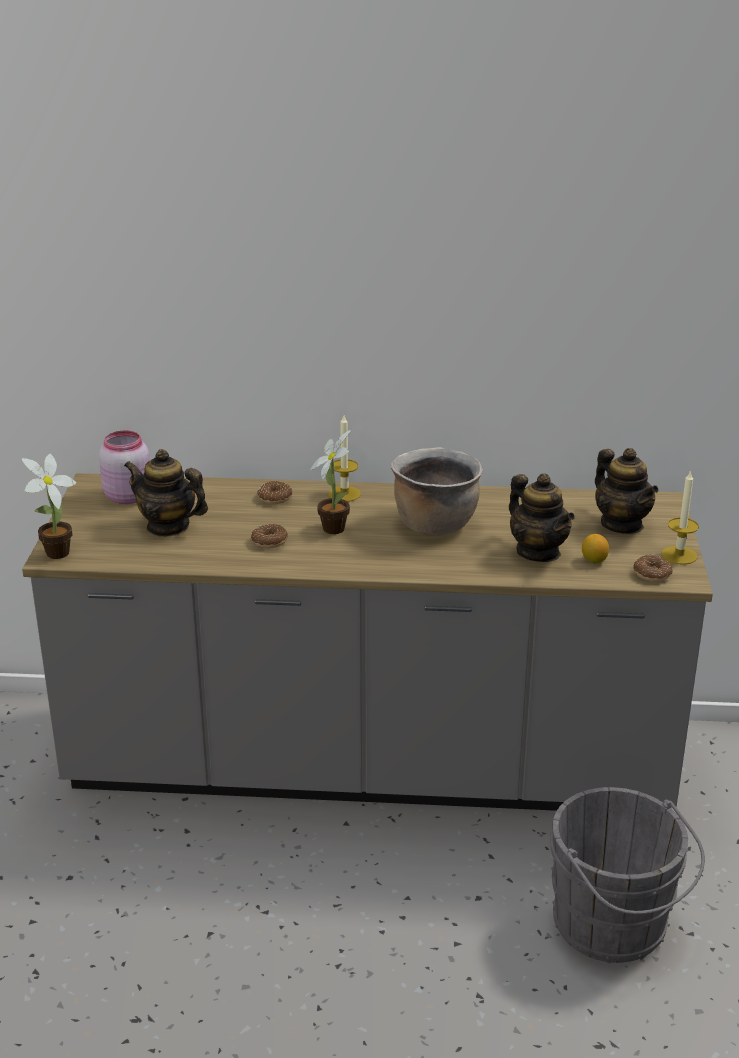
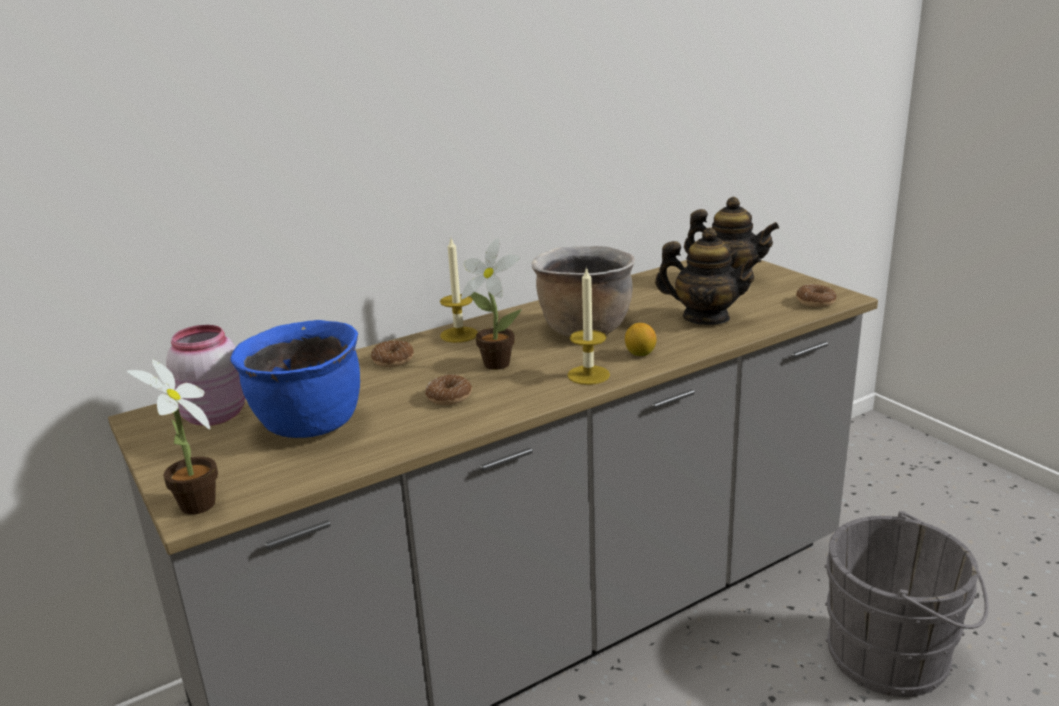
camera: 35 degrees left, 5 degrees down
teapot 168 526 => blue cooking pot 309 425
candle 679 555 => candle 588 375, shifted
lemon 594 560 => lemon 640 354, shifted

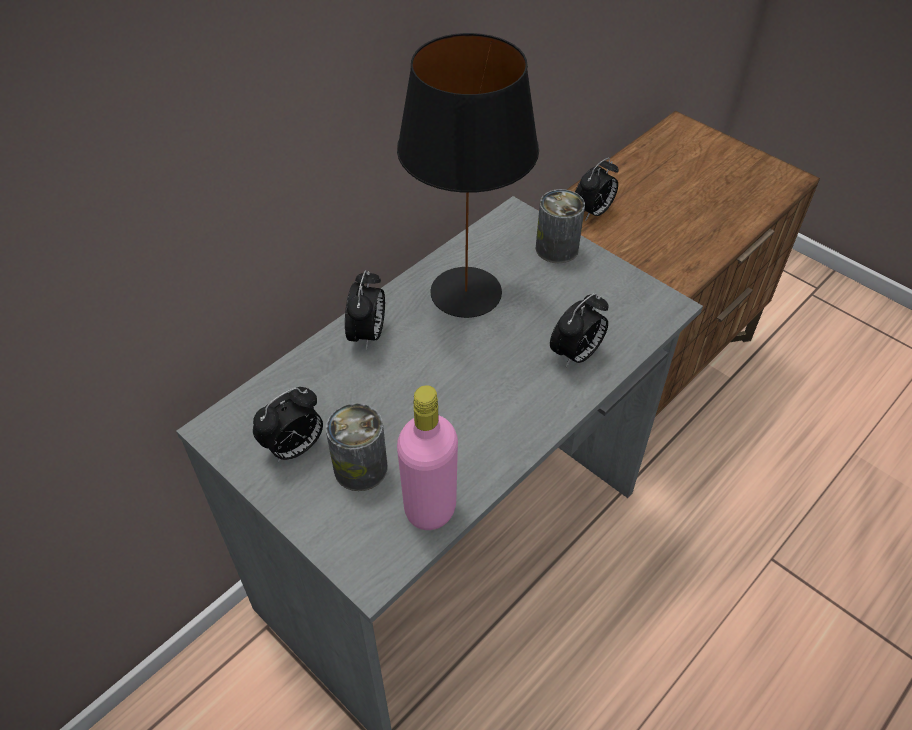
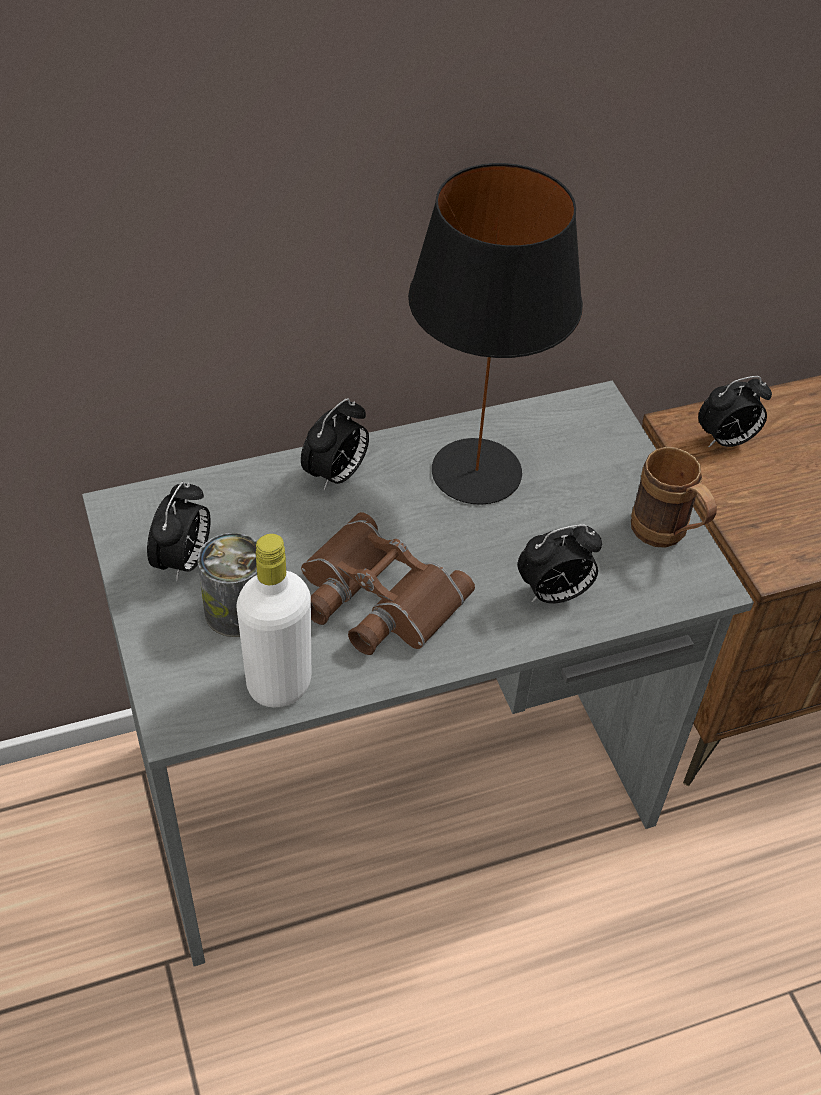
camera: 25 degrees right, 0 degrees up
can 557 248 => nothing
pink bottle 430 508 => white bottle 279 684
alarm clock 294 448 => alarm clock 183 562, 60 degrees counterclockwise
nothing => brown mug 666 537
nothing => brown binoculars 375 598

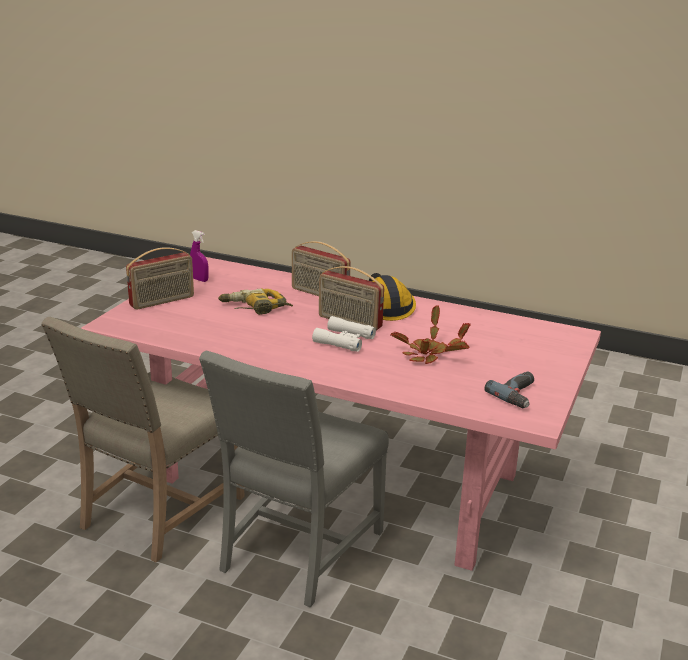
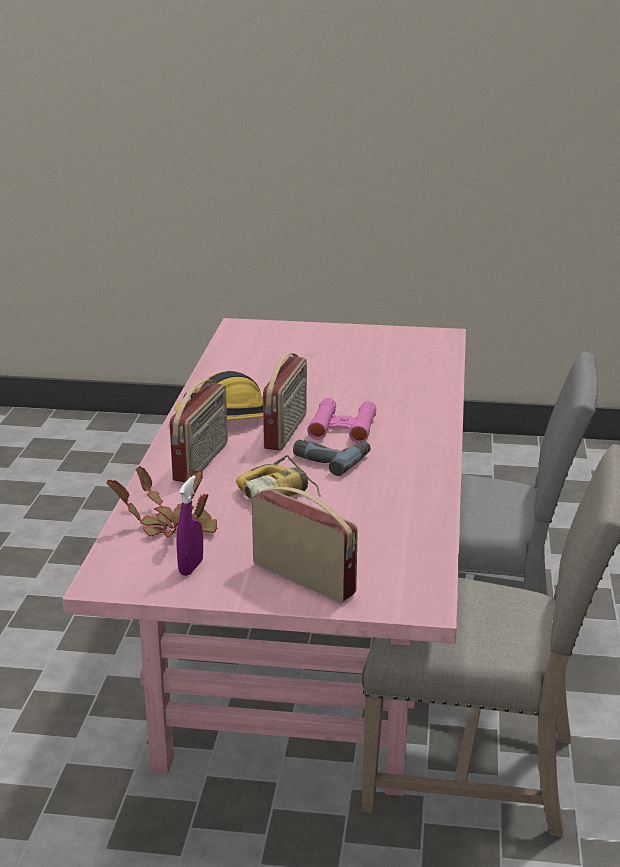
camera: 105 degrees left, 0 degrees up
potted plant 429 354 => potted plant 174 526, shifted
white binoculars 344 340 => pink binoculars 343 428
power drill 519 395 => power drill 331 458, shifted

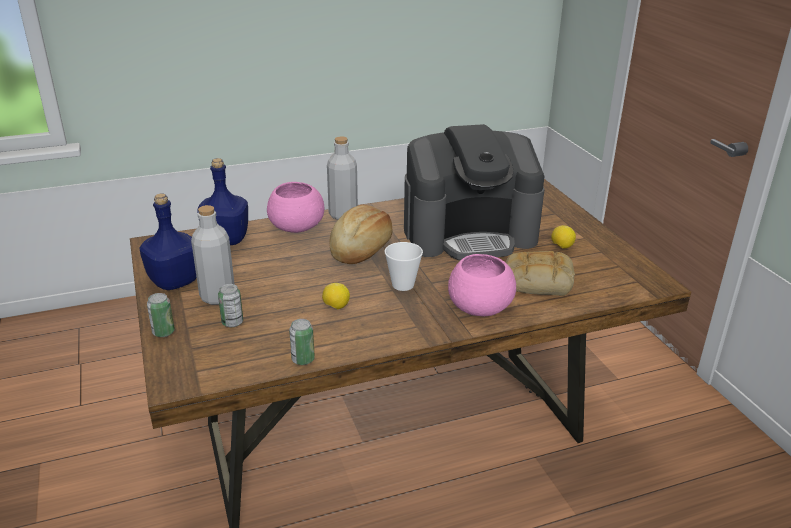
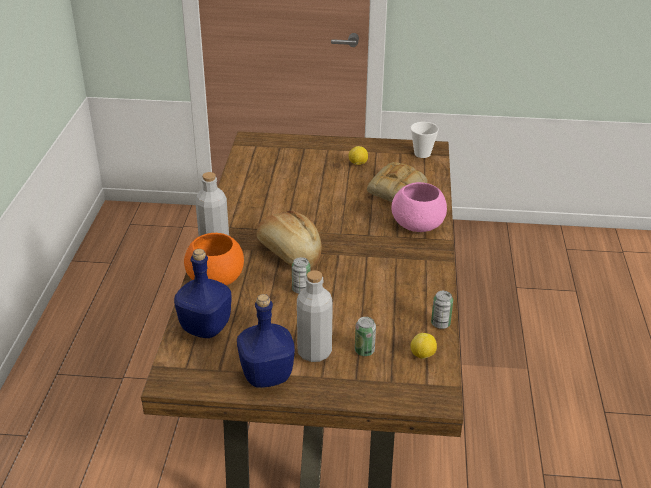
camera: 65 degrees left, 5 degrees up
coffee machine 469 233 => nothing
pink bowl 295 227 => orange bowl 216 279
cup 403 285 => cup 422 154, shifted
lemon 336 307 => lemon 423 355, shifted
can 163 332 => can 301 289, shifted

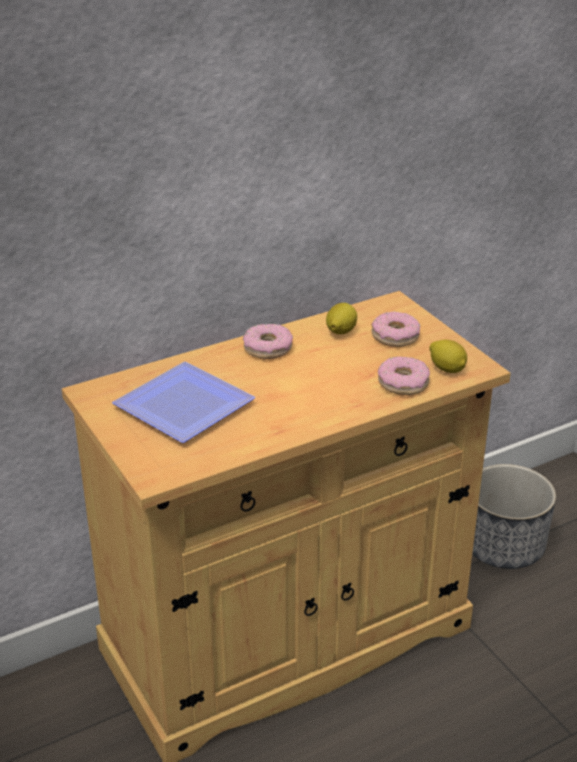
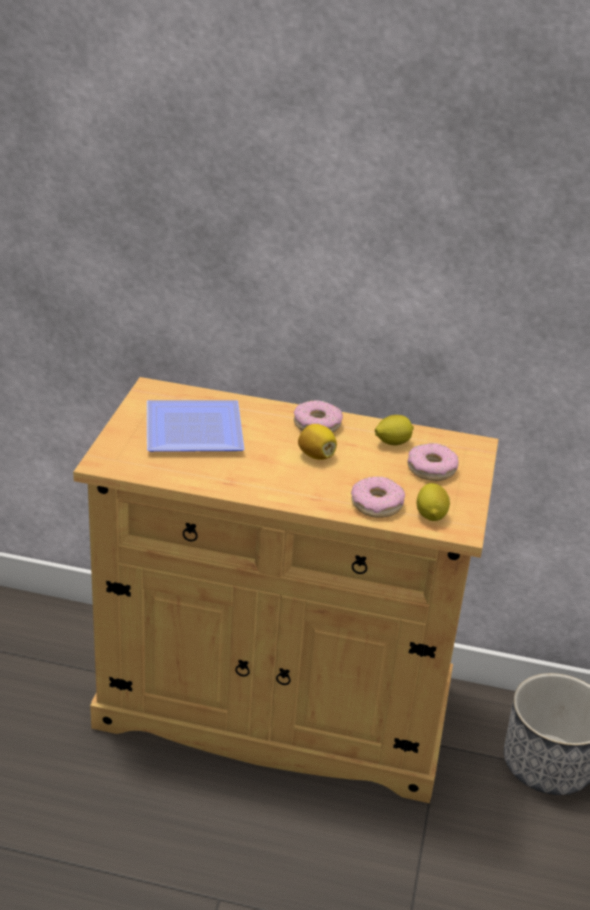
camera: 40 degrees right, 0 degrees up
nothing => lemon 316 456

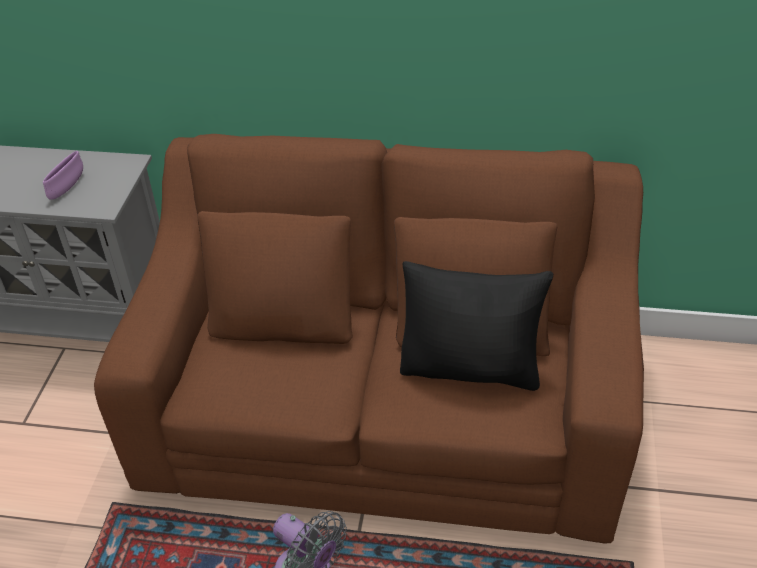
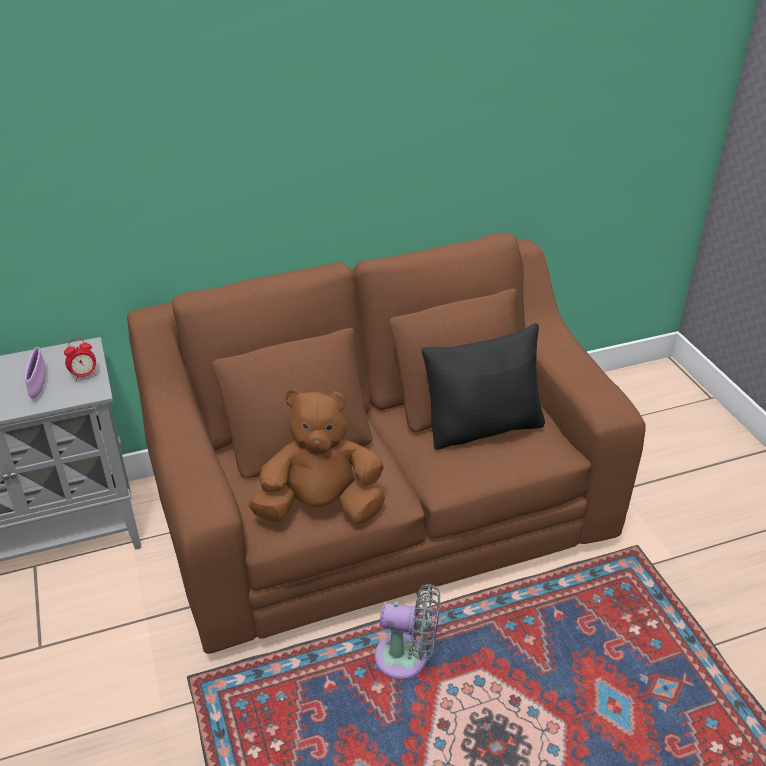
camera: 30 degrees left, 5 degrees down
nothing => alarm clock 84 375
nothing => brown plush toy 321 508

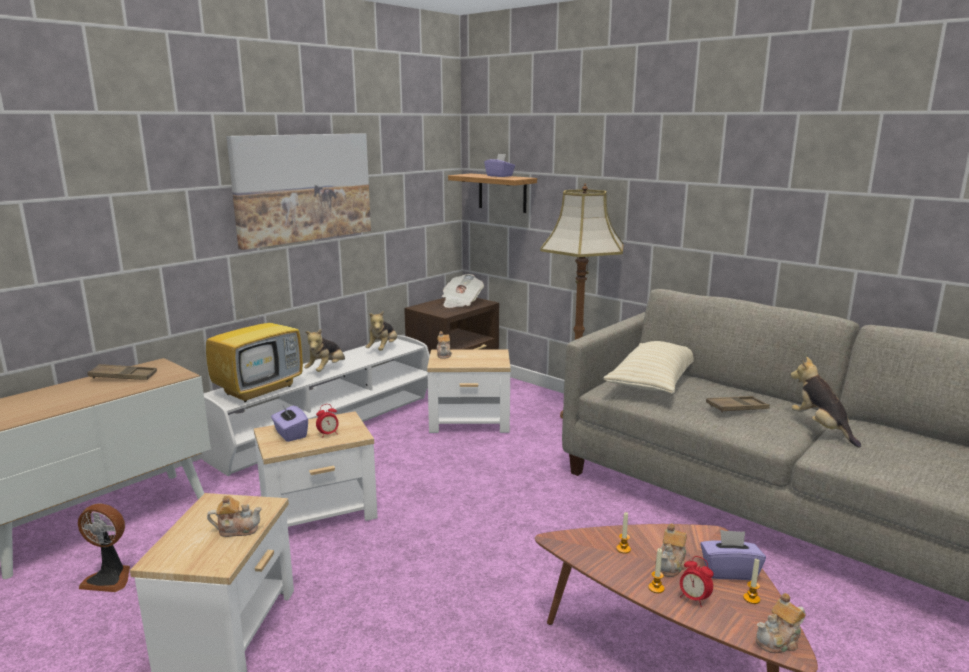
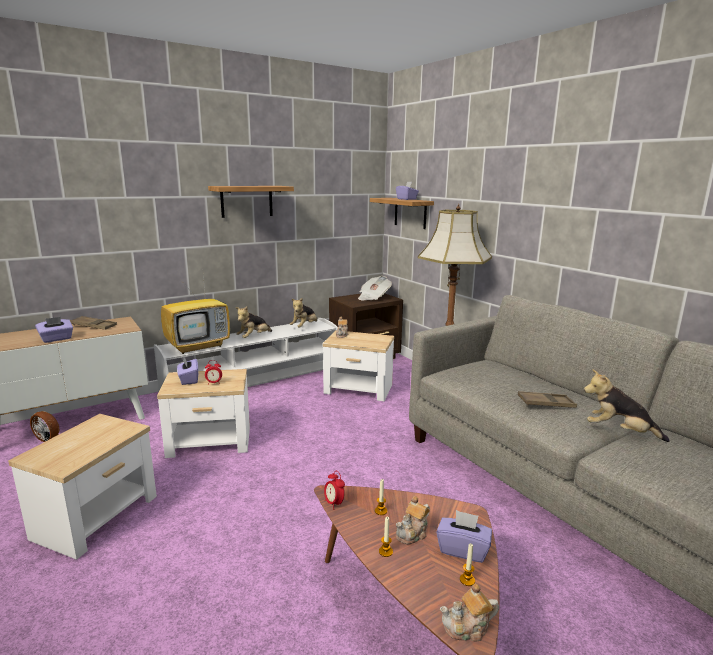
camera: 15 degrees right, 0 degrees up
picture 303 187 => shelf 246 201
beige pillow 653 383 => nothing
plush toy 821 428 => plush toy 619 432, 60 degrees counterclockwise
teapot 237 529 => nothing
alarm clock 694 599 => alarm clock 334 503, shifted
nothing => purple tissue box 56 339

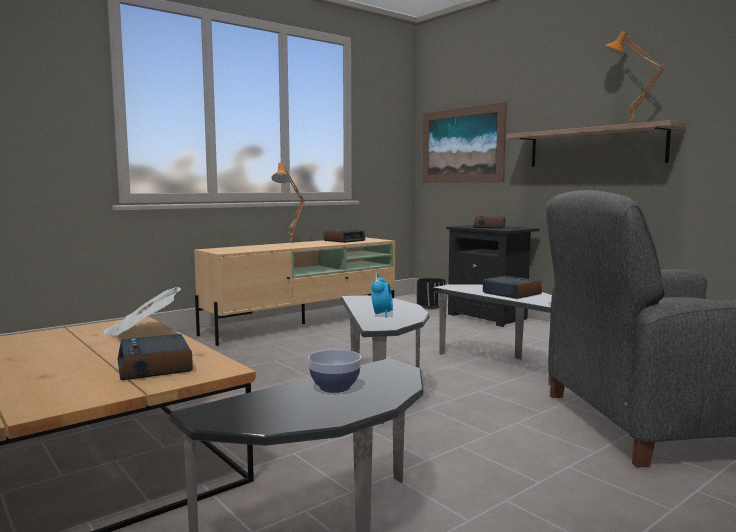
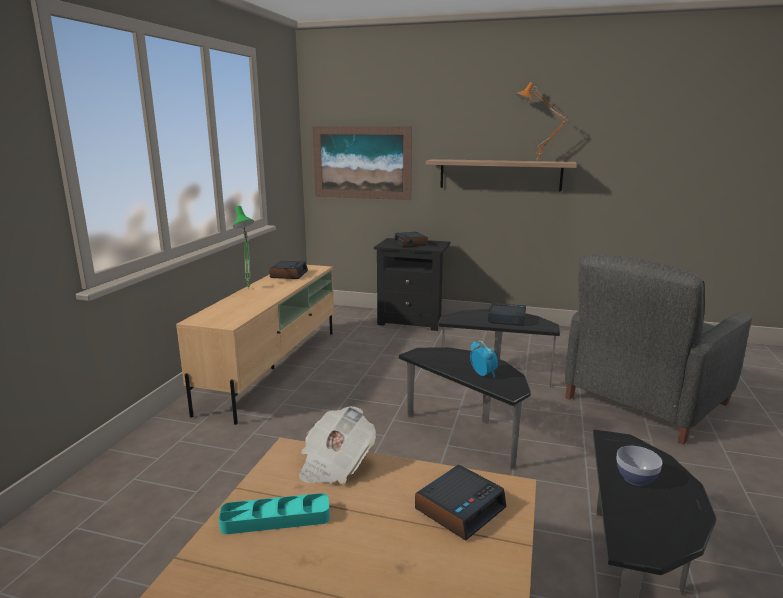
camera: 35 degrees left, 10 degrees up
orange table lamp 292 243 => green table lamp 250 288
black planter 431 307 => nothing
alarm clock 155 366 => alarm clock 460 508, 75 degrees counterclockwise
nothing => turquoise tray 276 519

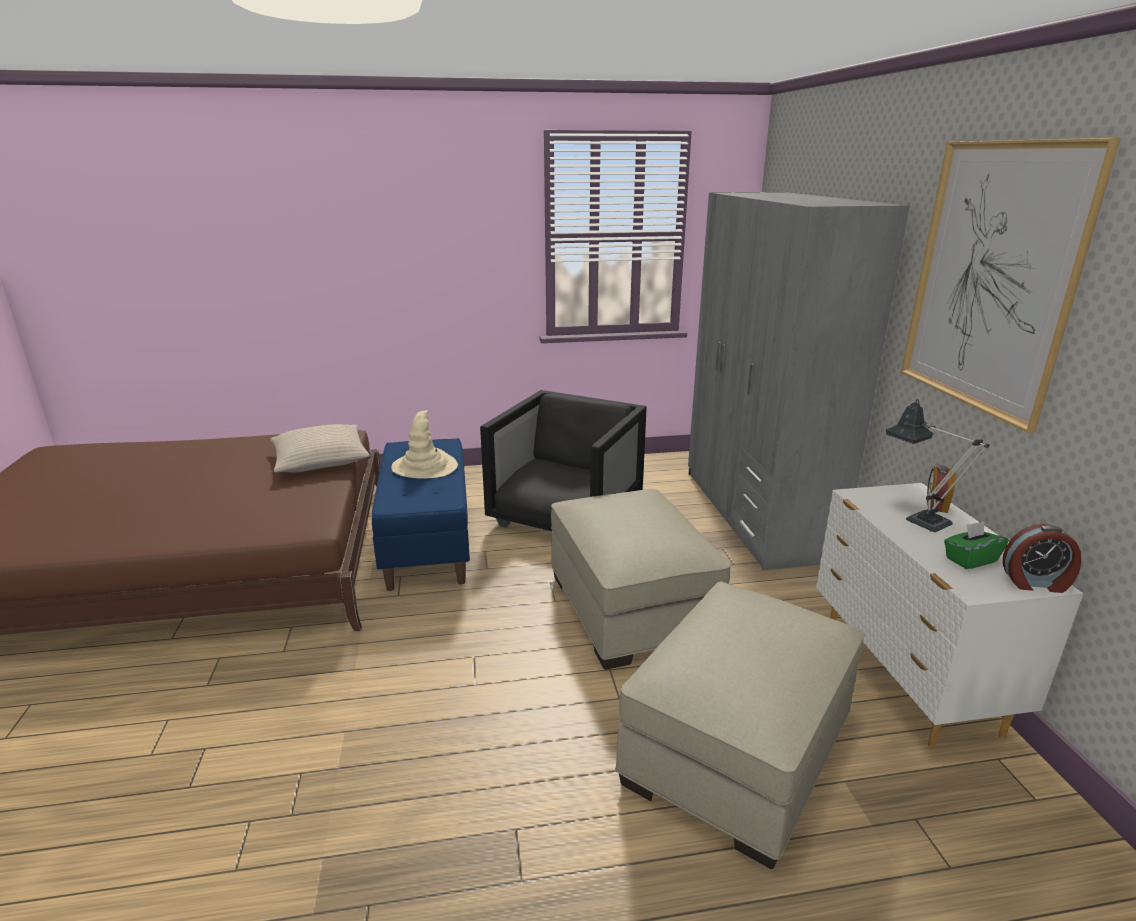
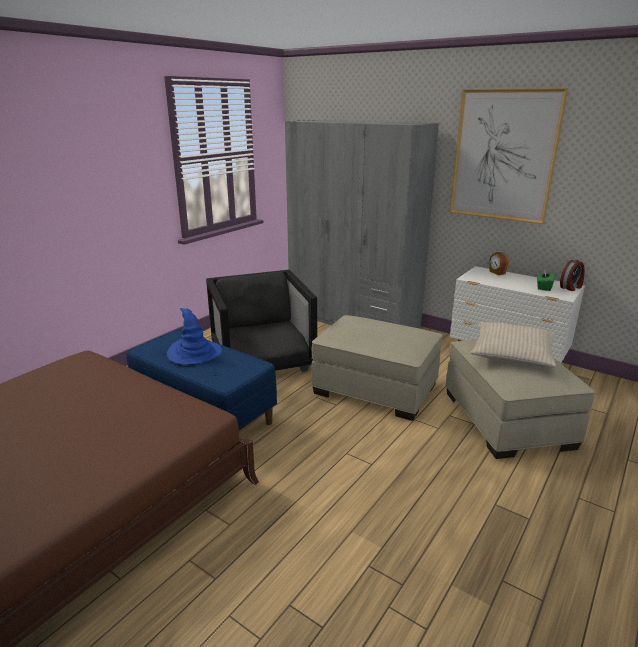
camera: 45 degrees left, 0 degrees up
table lamp 919 519 => nothing
beige hat 425 466 => blue hat 194 353
beige pillow 320 460 => beige pillow 512 353, shifted

